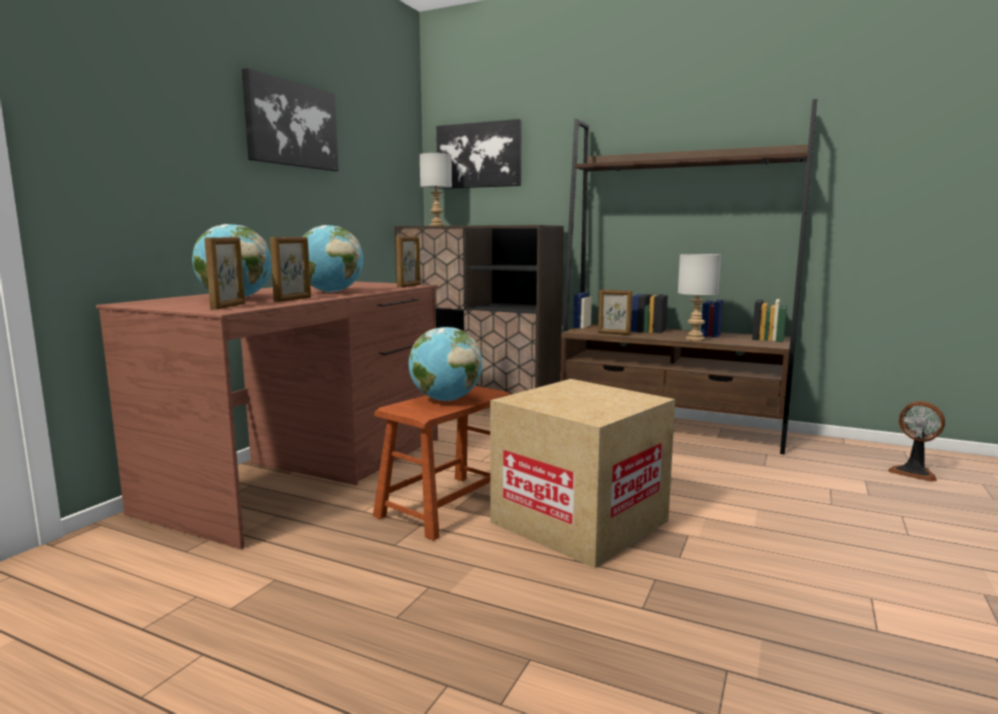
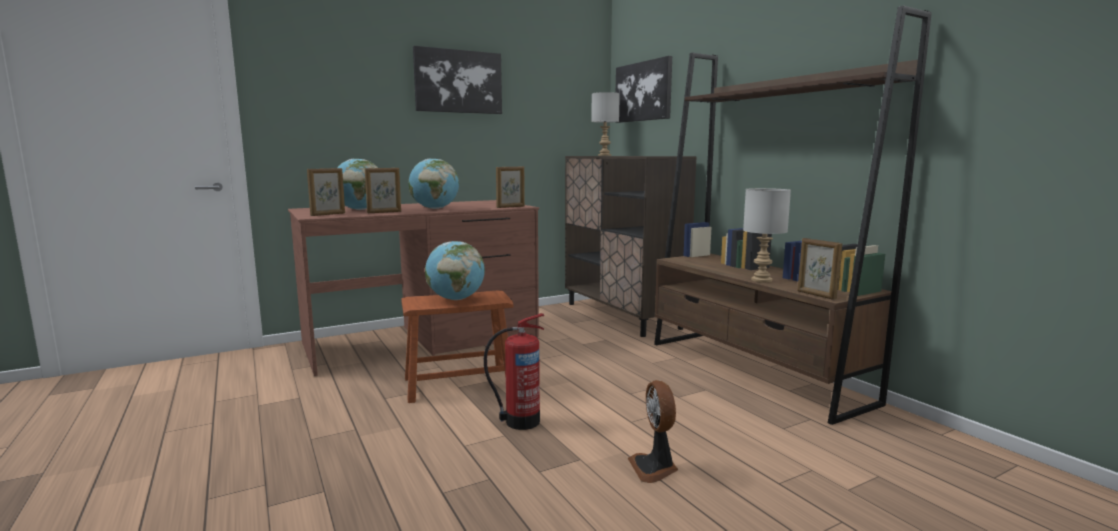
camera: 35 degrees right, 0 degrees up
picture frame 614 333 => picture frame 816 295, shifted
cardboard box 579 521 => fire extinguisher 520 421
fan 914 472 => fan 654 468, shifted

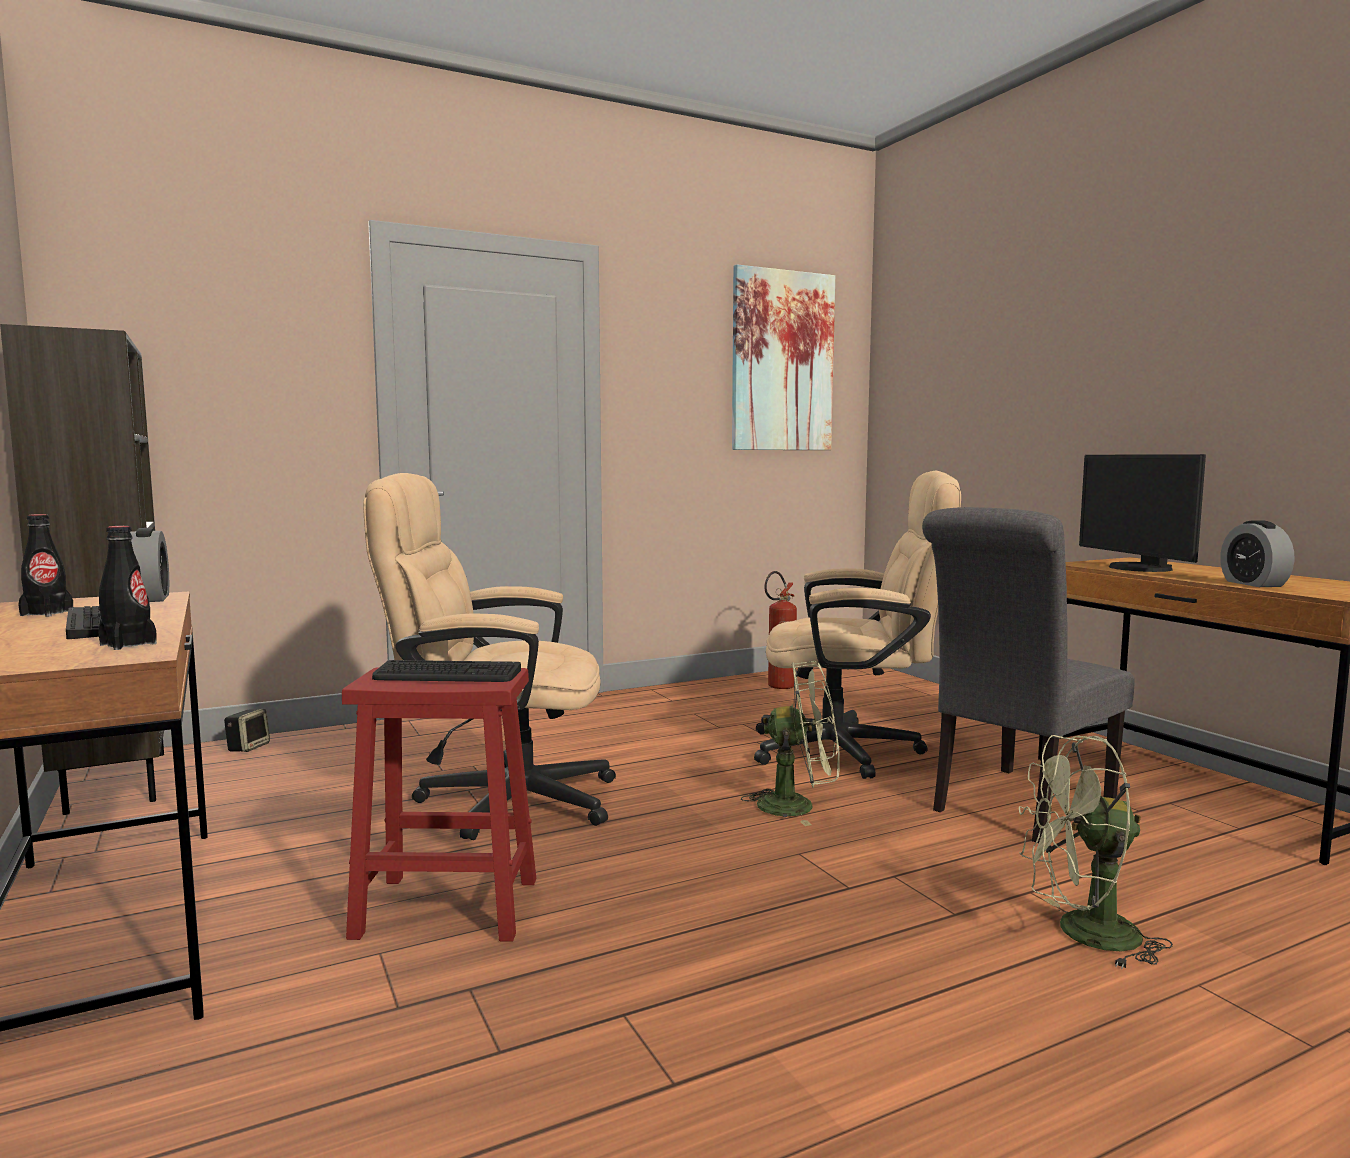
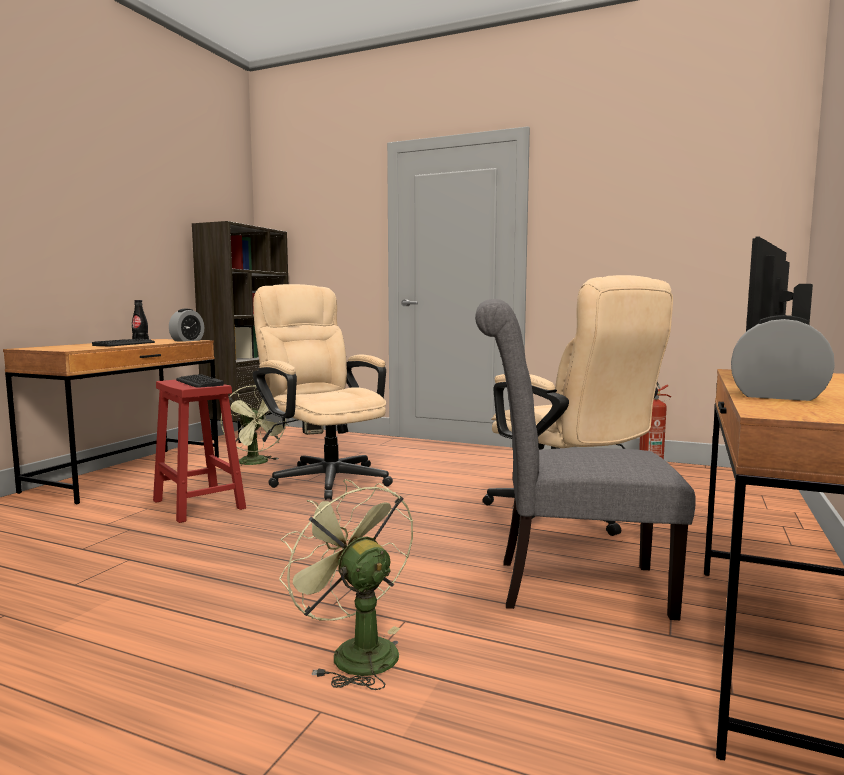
camera: 50 degrees right, 0 degrees up
picture 782 361 => nothing
alarm clock 1253 584 => alarm clock 777 396, 75 degrees clockwise
black bottle 128 644 => nothing
green fan 798 806 => green fan 257 463, shifted

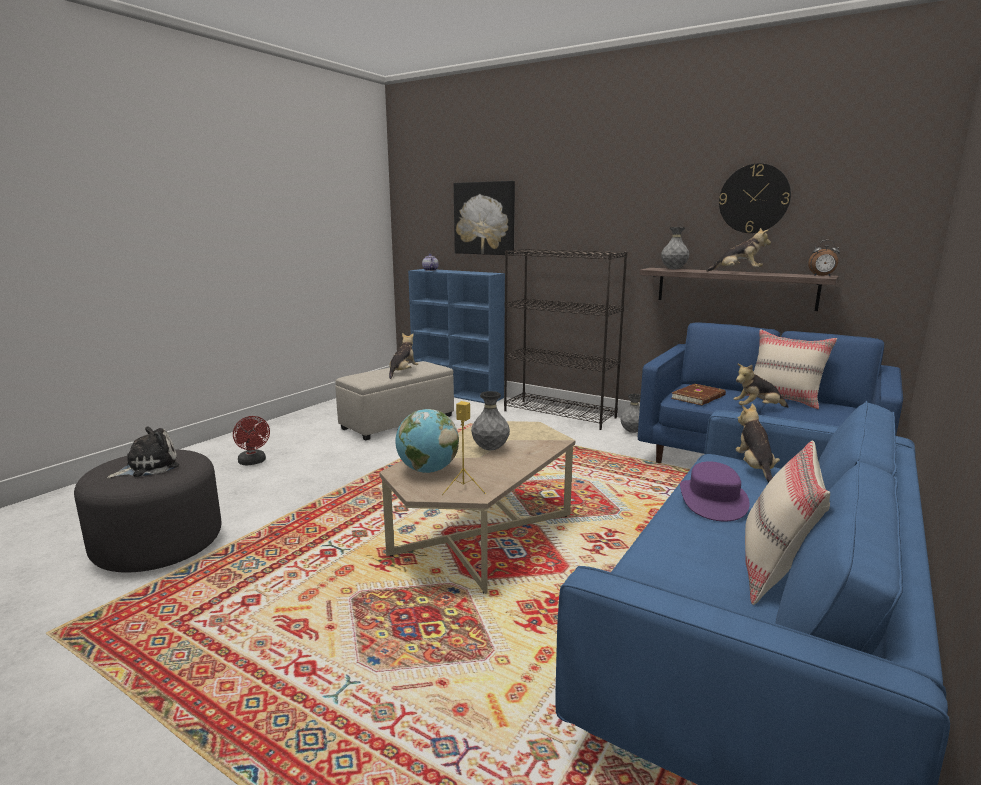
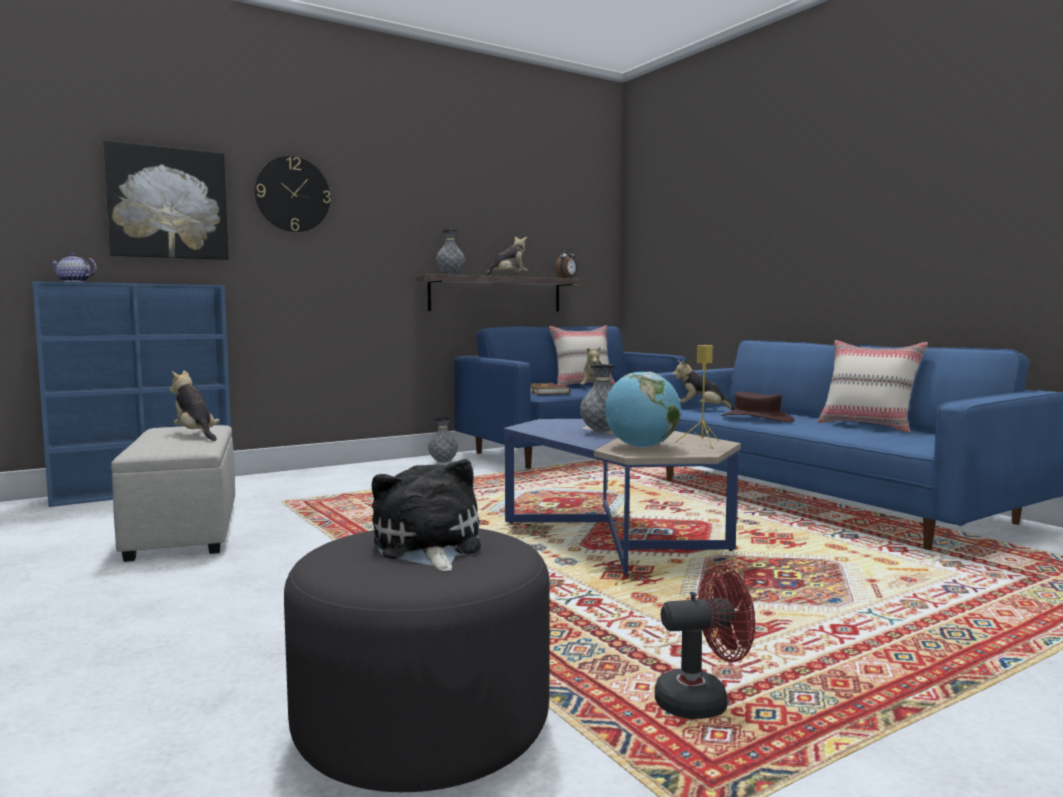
camera: 65 degrees left, 10 degrees down
wall clock 754 198 => wall clock 292 194, shifted
black bookcase 560 414 => nothing
red fan 253 462 => red fan 702 701, shifted
beige coffee table 484 535 => blue coffee table 614 536
purple hat 713 500 => brown hat 757 418

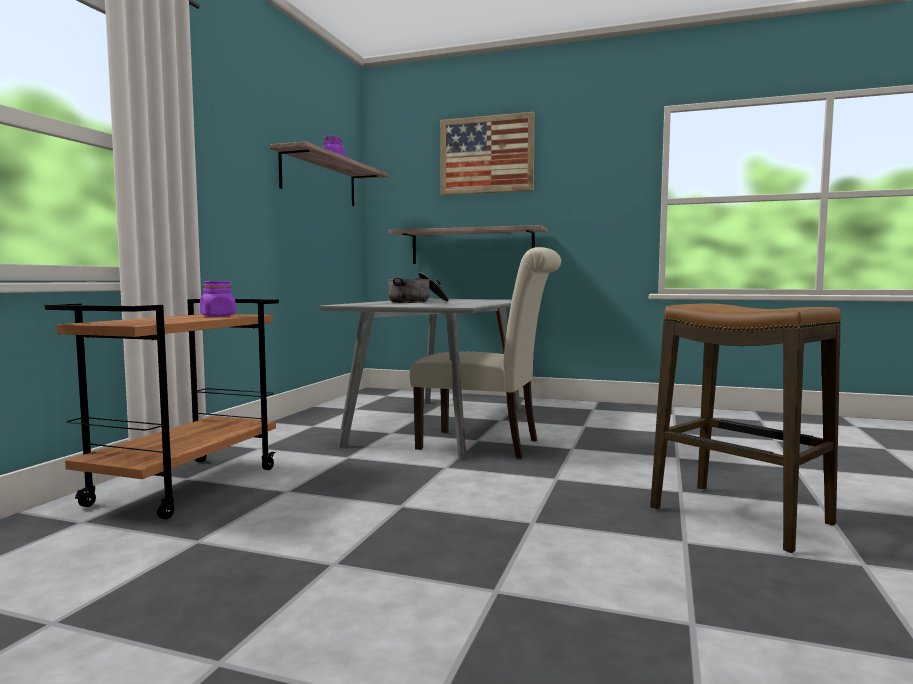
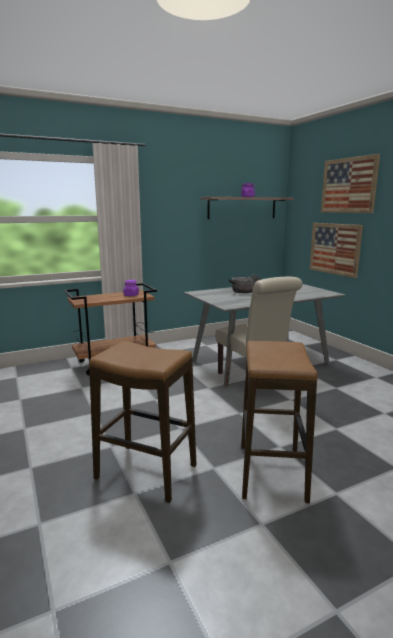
camera: 45 degrees right, 10 degrees up
shelf 471 246 => picture 334 249
nothing => stool 146 472

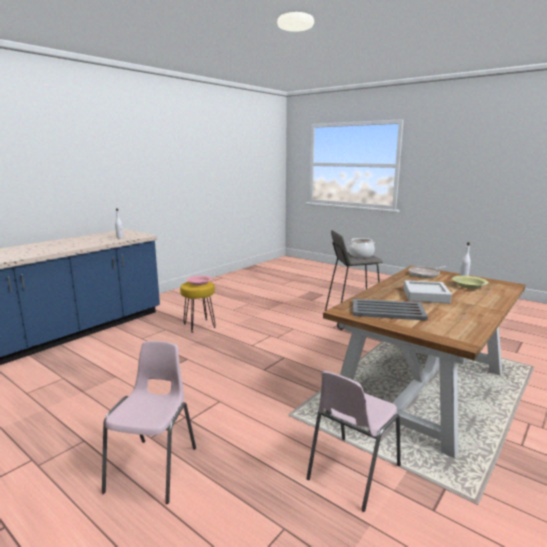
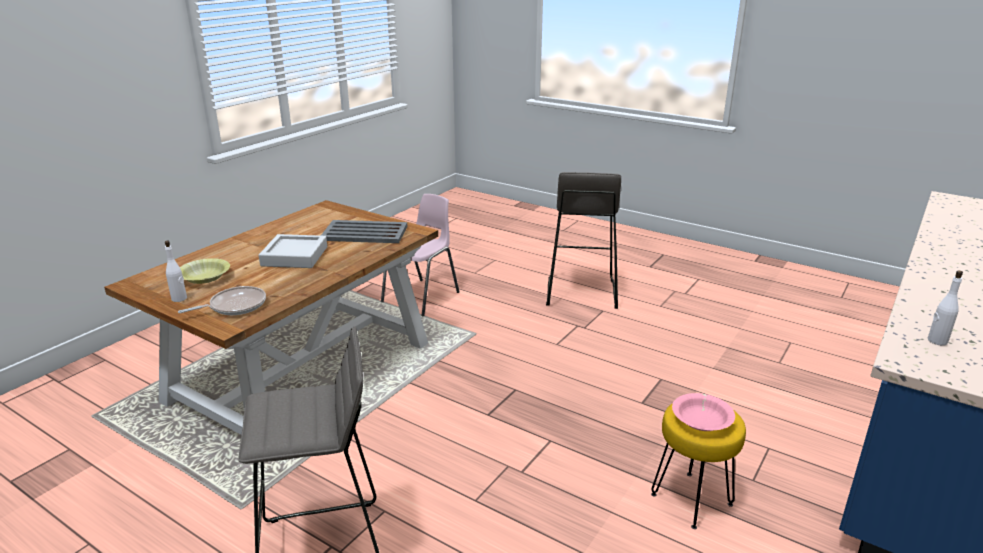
camera: 175 degrees right, 10 degrees up
cooking pot 361 255 => nothing
pink chair 154 468 => grey stool 580 293

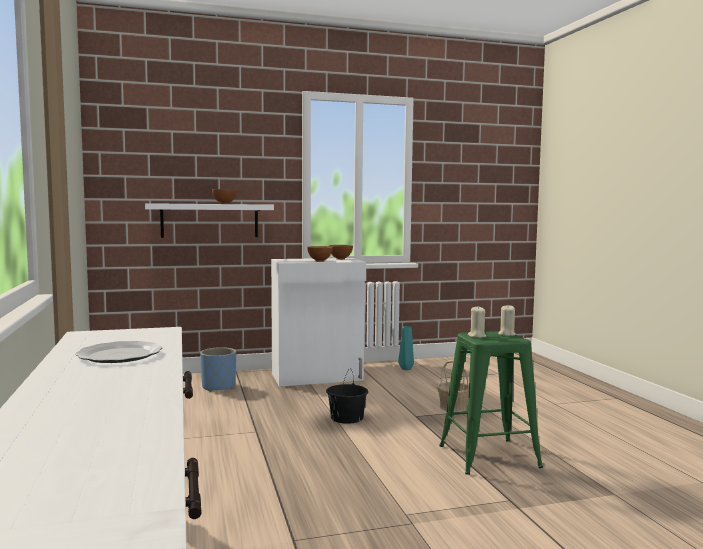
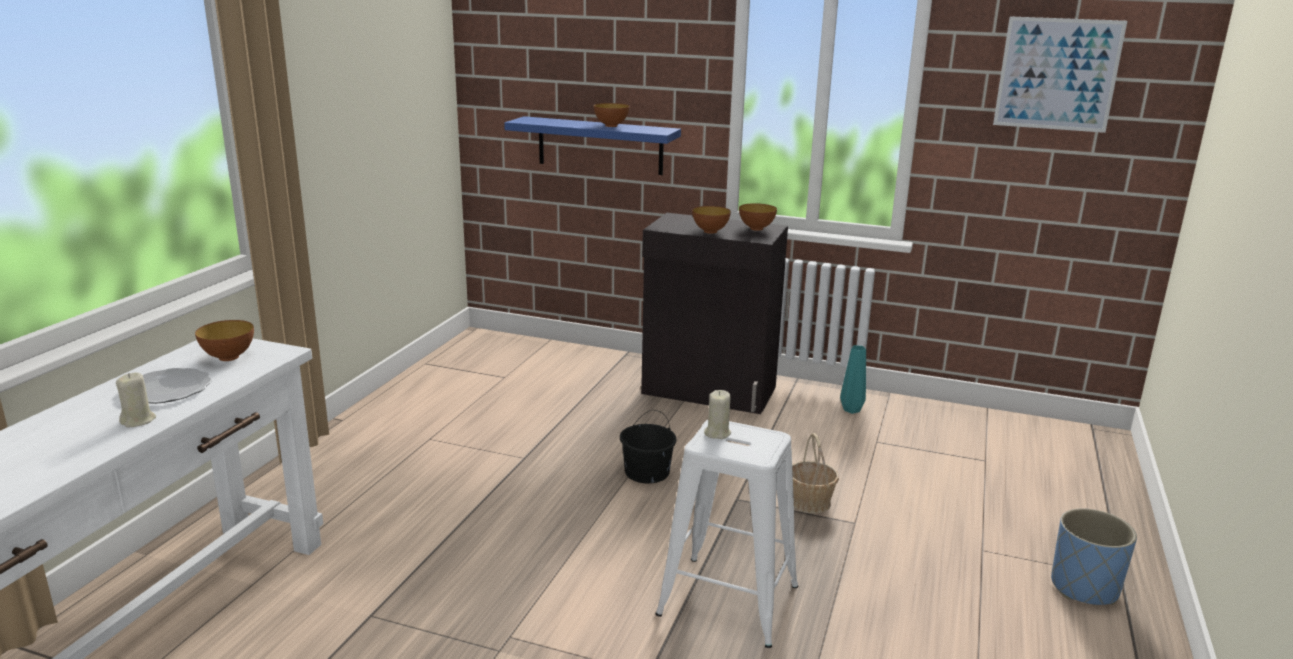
camera: 35 degrees right, 15 degrees up
white shelf 210 220 => blue shelf 600 145
white cabinet 318 377 => black cabinet 709 391
beige candle 506 334 => beige candle 138 420, shifted
green stool 488 456 => white stool 728 600
blue planter 219 387 => blue planter 1084 588, shifted
nothing => picture 1057 74
nothing => bowl 229 357

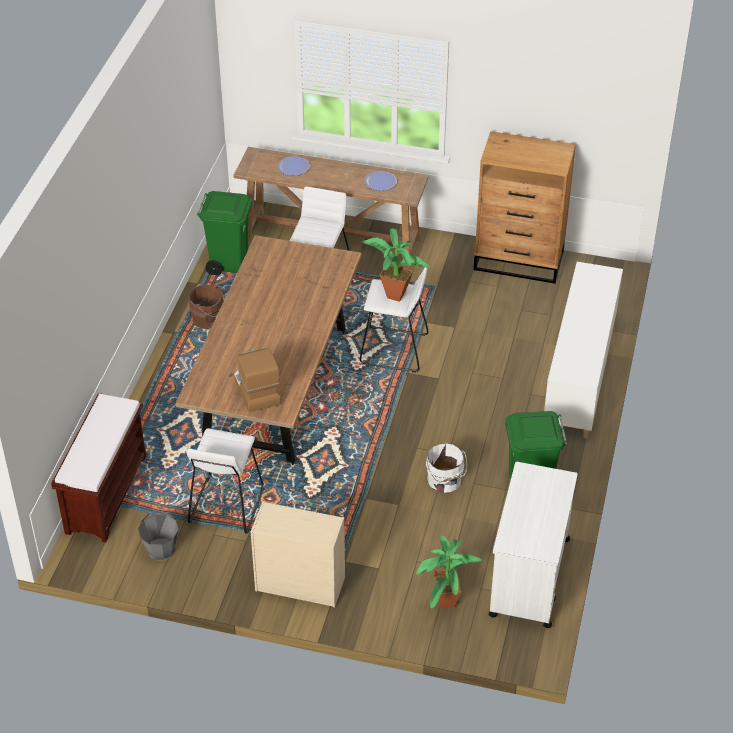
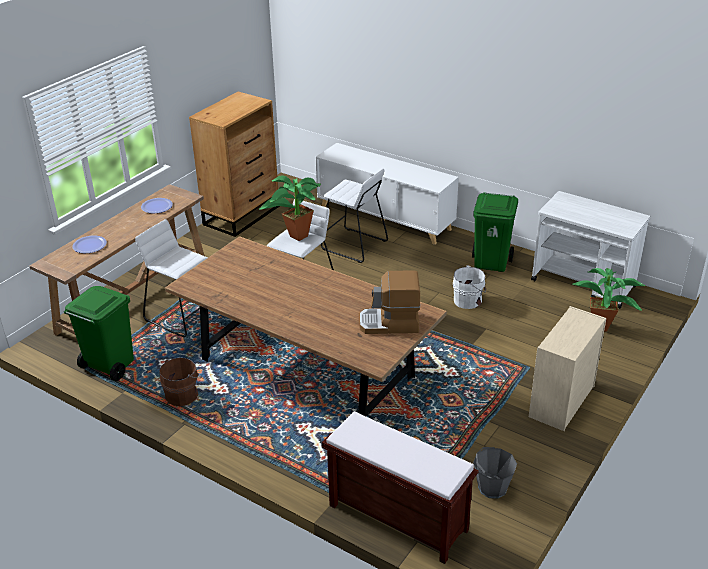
camera: 70 degrees left, 10 degrees down
white stool 226 505 => white stool 354 245, shifted

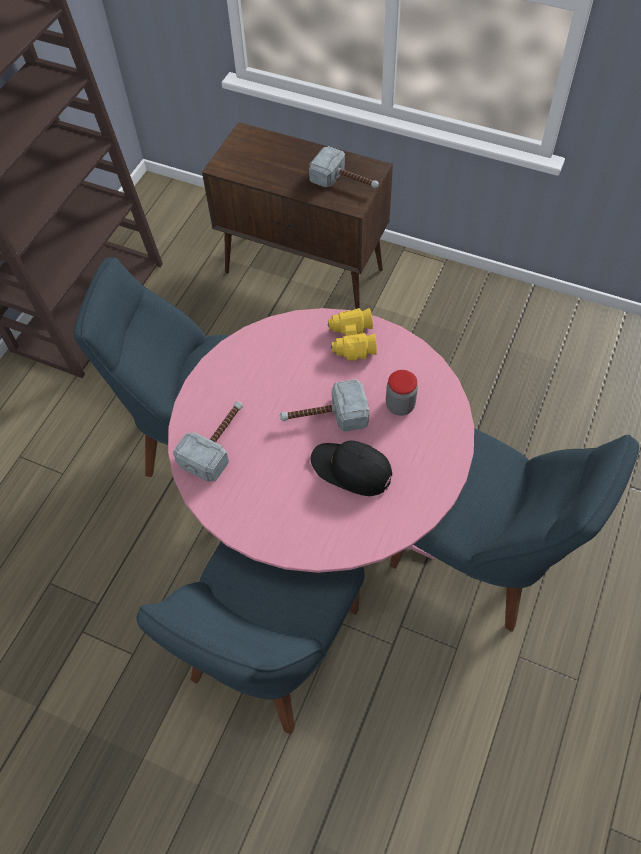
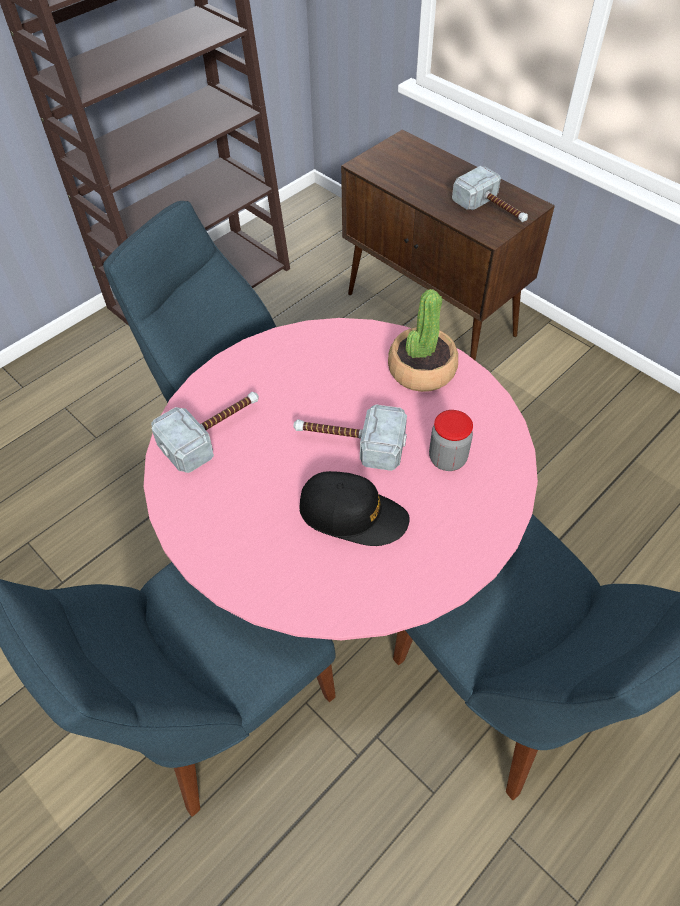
camera: 20 degrees right, 5 degrees down
yellow binoculars 351 341 => potted plant 421 369
black cap 351 470 => black cap 353 514, 150 degrees clockwise

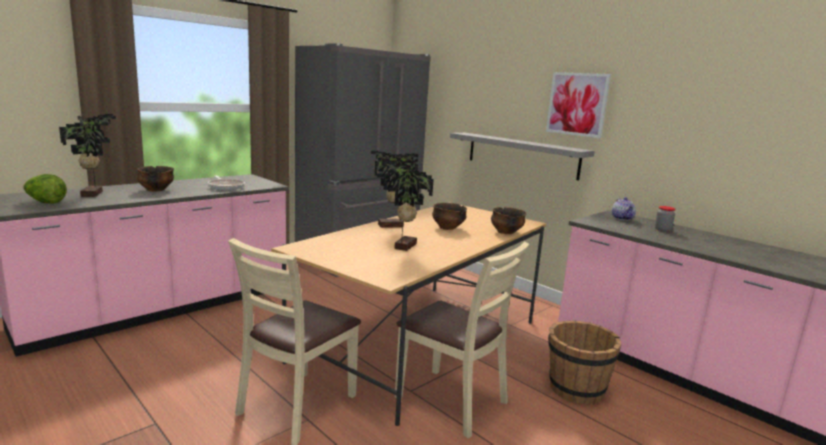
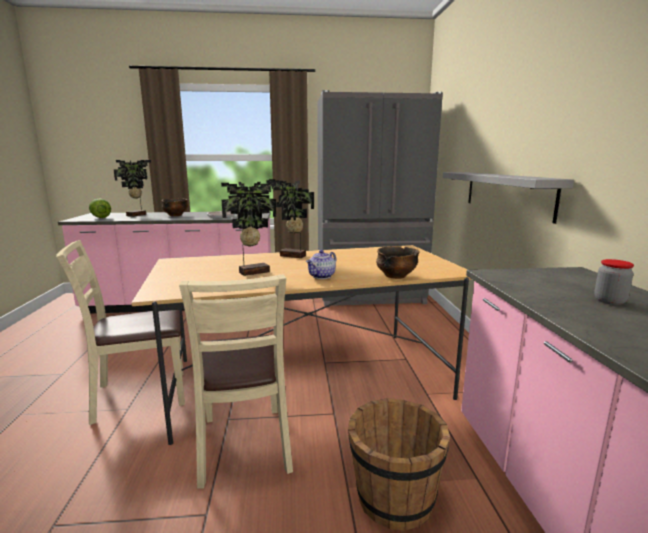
camera: 40 degrees right, 0 degrees up
picture 577 104 => nothing
teapot 622 218 => teapot 322 276, shifted
bowl 447 228 => nothing

